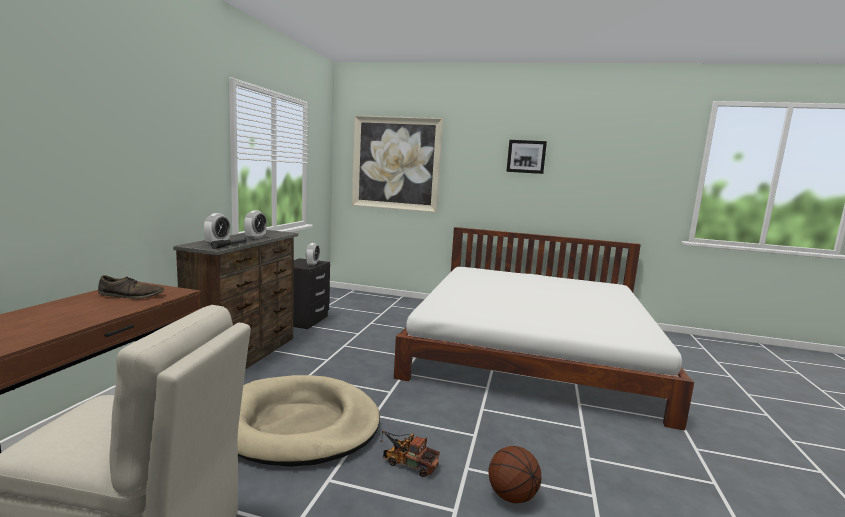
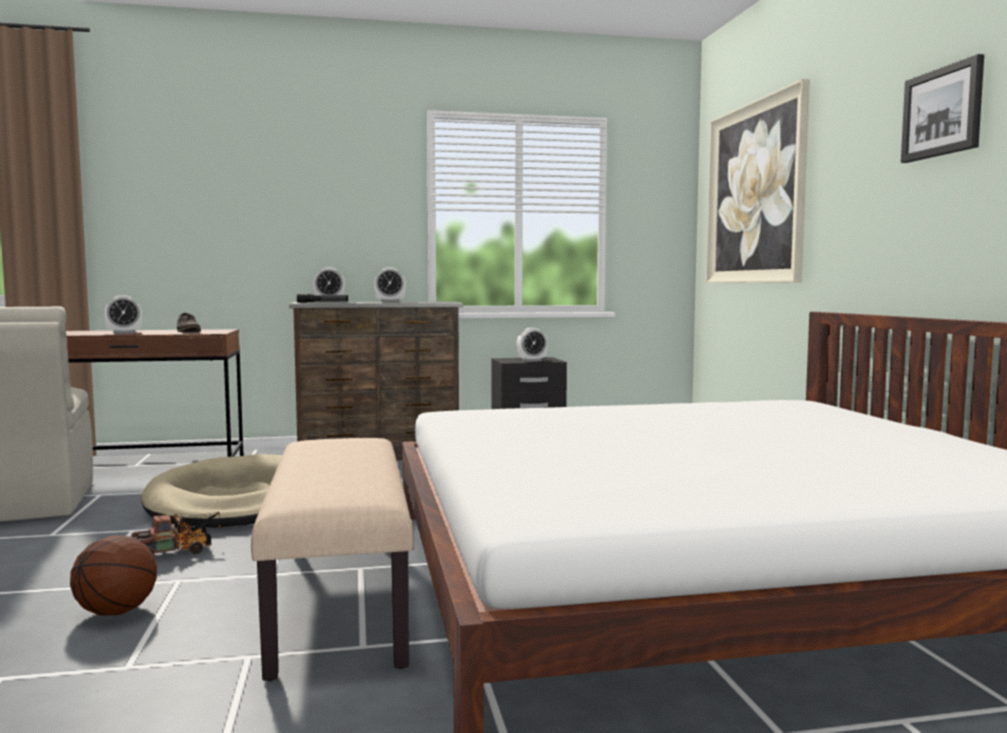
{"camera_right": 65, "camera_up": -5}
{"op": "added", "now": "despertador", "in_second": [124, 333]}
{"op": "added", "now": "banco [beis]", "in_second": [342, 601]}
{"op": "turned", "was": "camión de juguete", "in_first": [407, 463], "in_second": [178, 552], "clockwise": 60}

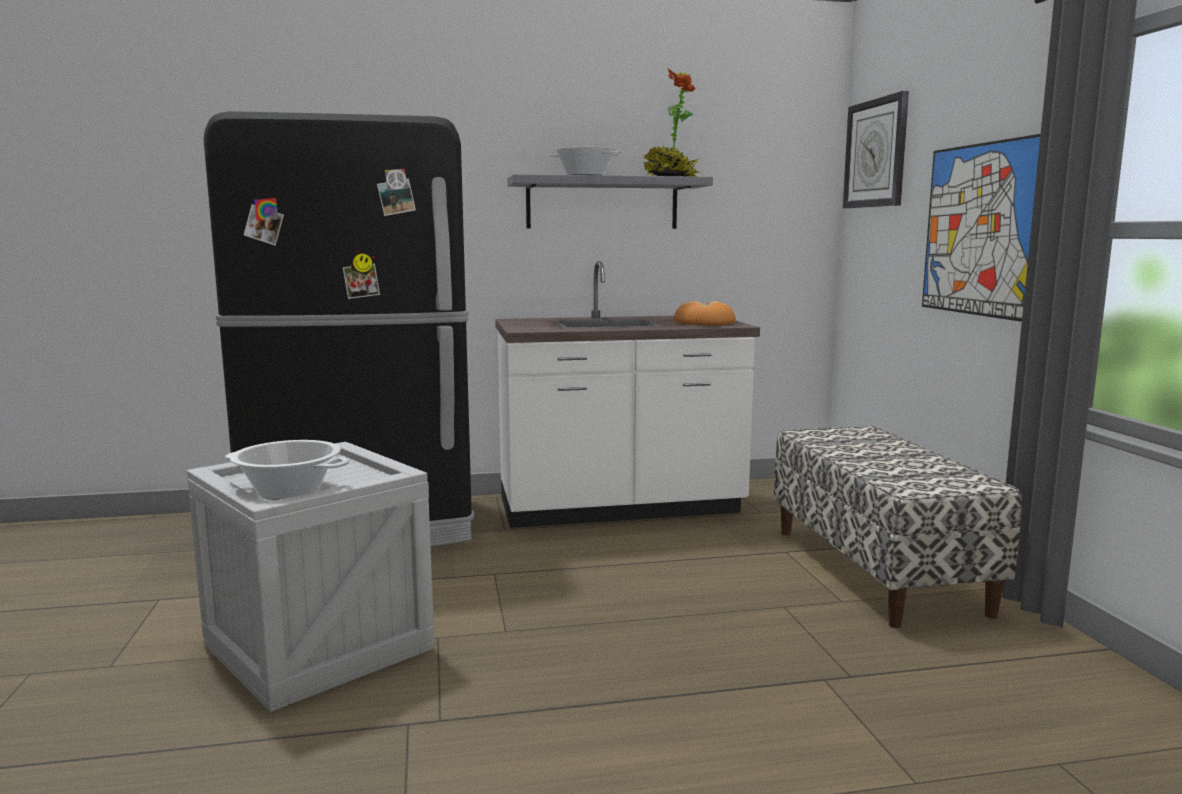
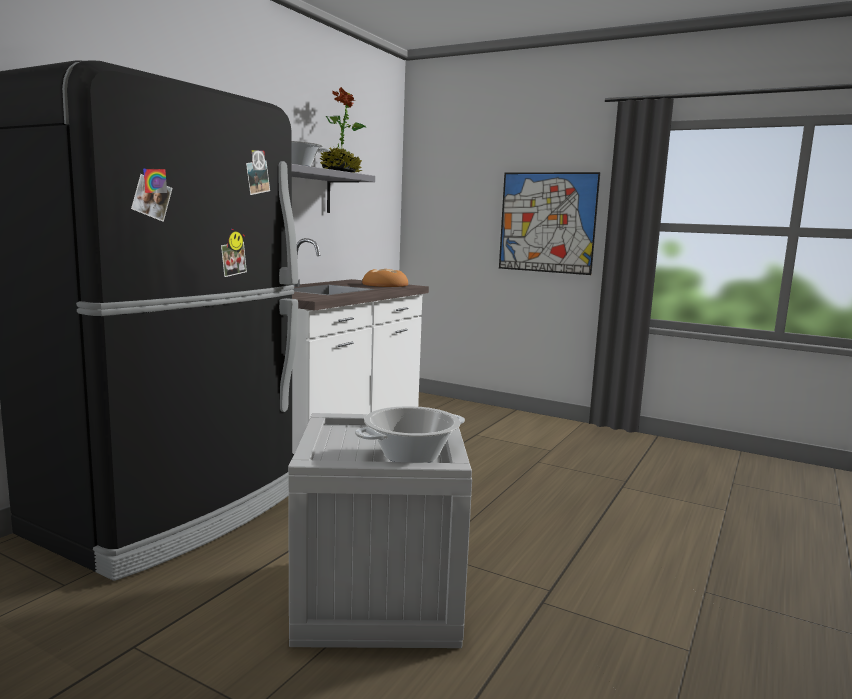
{"camera_right": -50, "camera_up": 0}
{"op": "removed", "was": "banco", "in_first": [877, 570]}
{"op": "removed", "was": "reloj de pared", "in_first": [876, 153]}

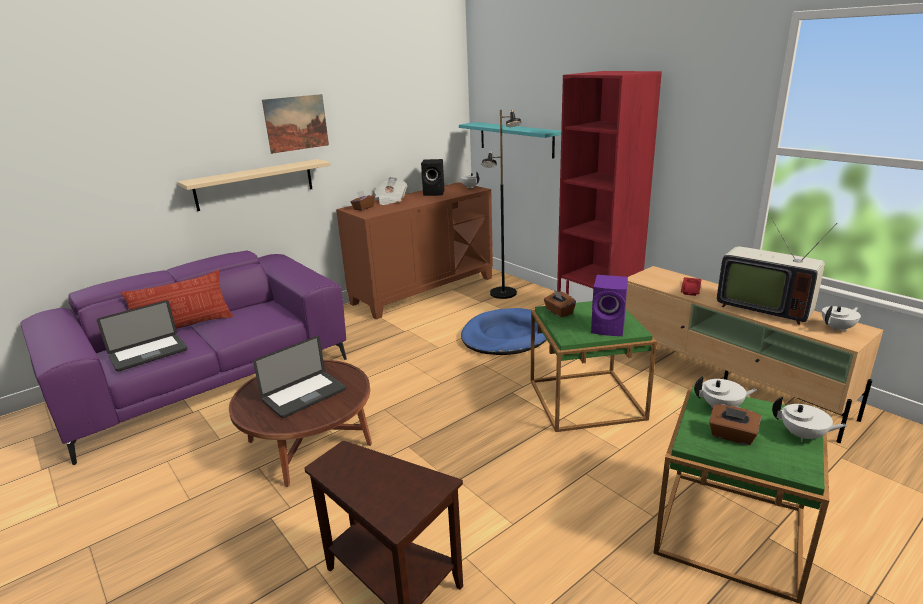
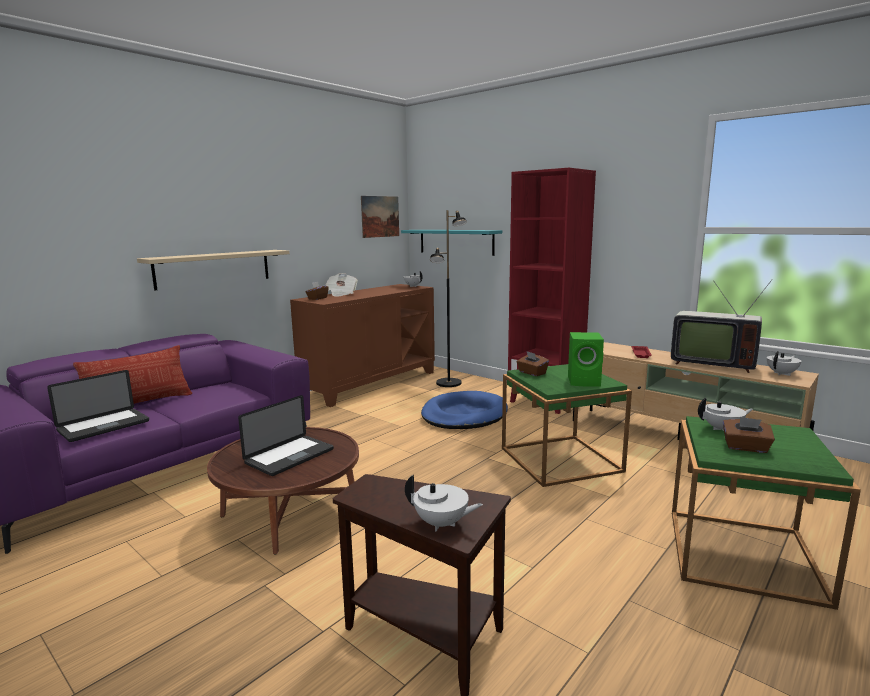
{"camera_right": -10, "camera_up": -10}
{"op": "removed", "was": "altavoz [negro]", "in_first": [434, 193]}
{"op": "moved", "was": "cuadro", "in_first": [296, 123], "in_second": [380, 216]}
{"op": "moved", "was": "tetera [blanco]", "in_first": [803, 436], "in_second": [441, 524]}
{"op": "recoloured", "was": "altavoz [morado]", "now": "altavoz [verde]", "in_first": [609, 328], "in_second": [585, 381]}

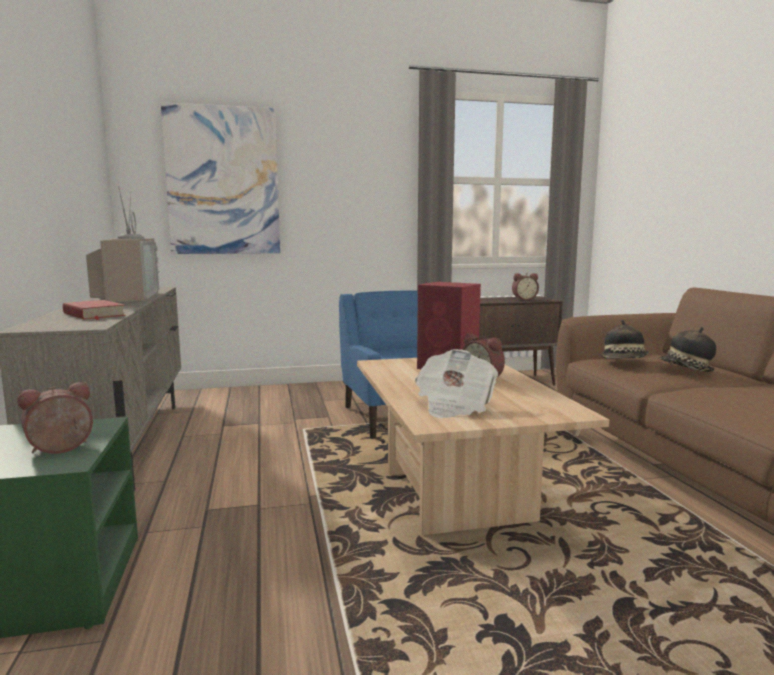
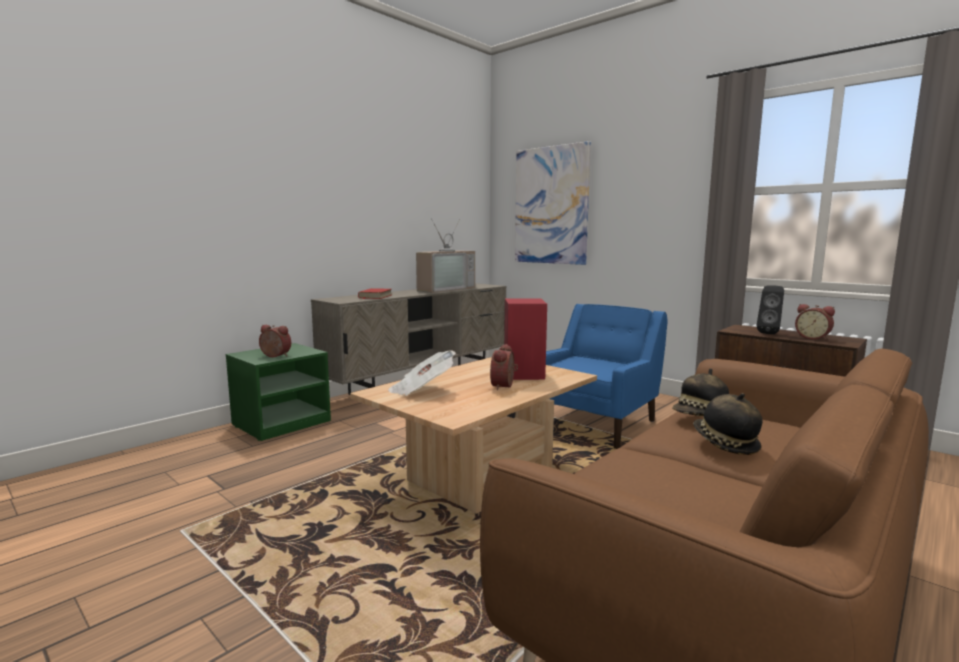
{"camera_right": 55, "camera_up": 0}
{"op": "added", "now": "altavoz [negro]", "in_second": [768, 333]}

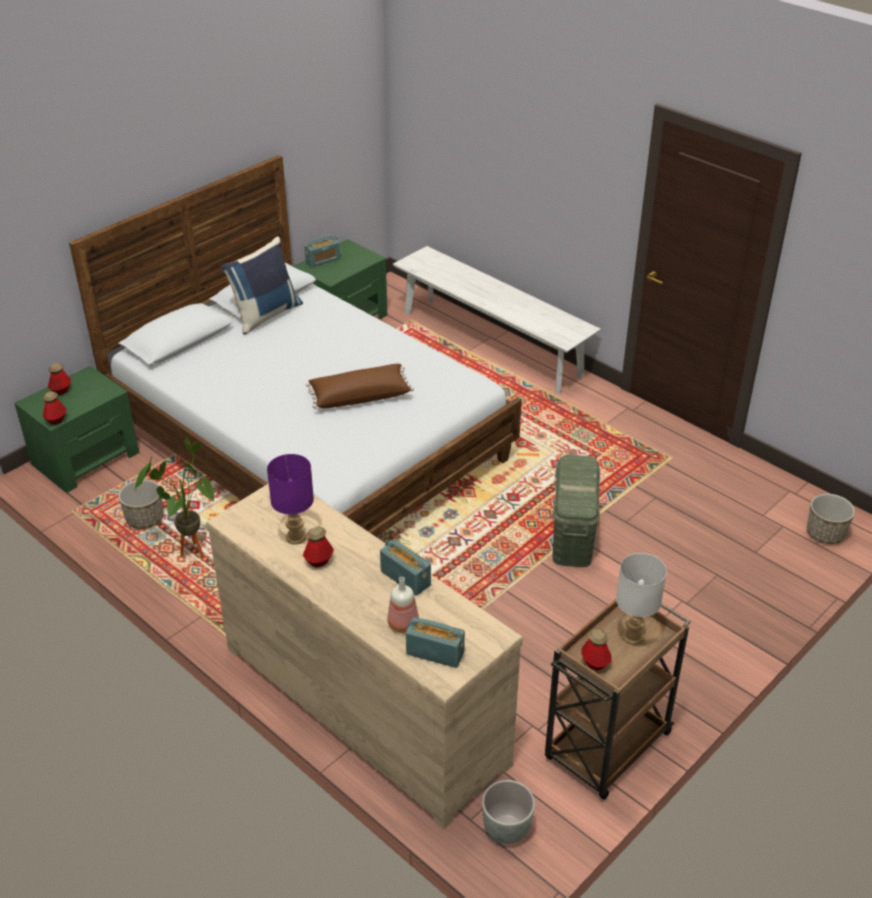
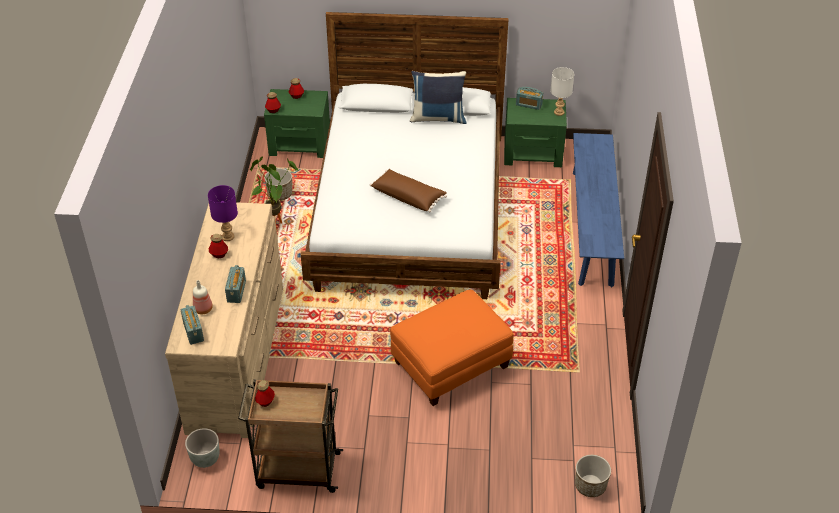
{"camera_right": 50, "camera_up": 5}
{"op": "moved", "was": "lámpara de mesa [blanco]", "in_first": [632, 636], "in_second": [559, 112]}
{"op": "replaced", "was": "caja de almacenaje [verde]", "now": "puf [naranja]", "in_first": [573, 536], "in_second": [451, 365]}
{"op": "recoloured", "was": "banco [blanco]", "now": "banco [azul]", "in_first": [491, 343], "in_second": [592, 226]}

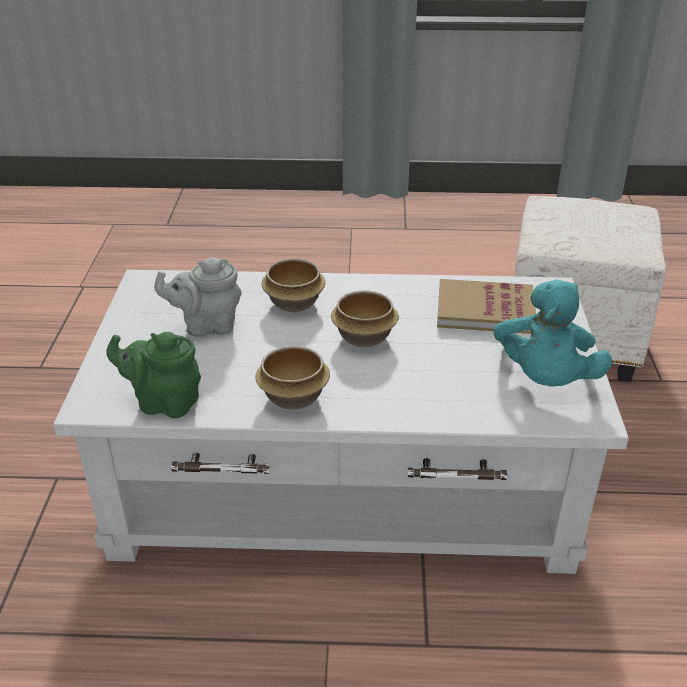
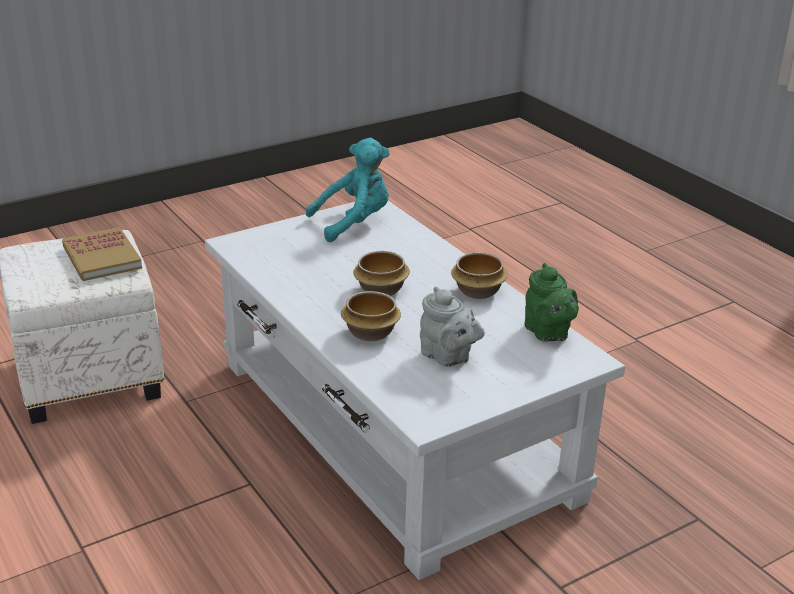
{"camera_right": -125, "camera_up": -5}
{"op": "moved", "was": "libro", "in_first": [485, 310], "in_second": [102, 257]}

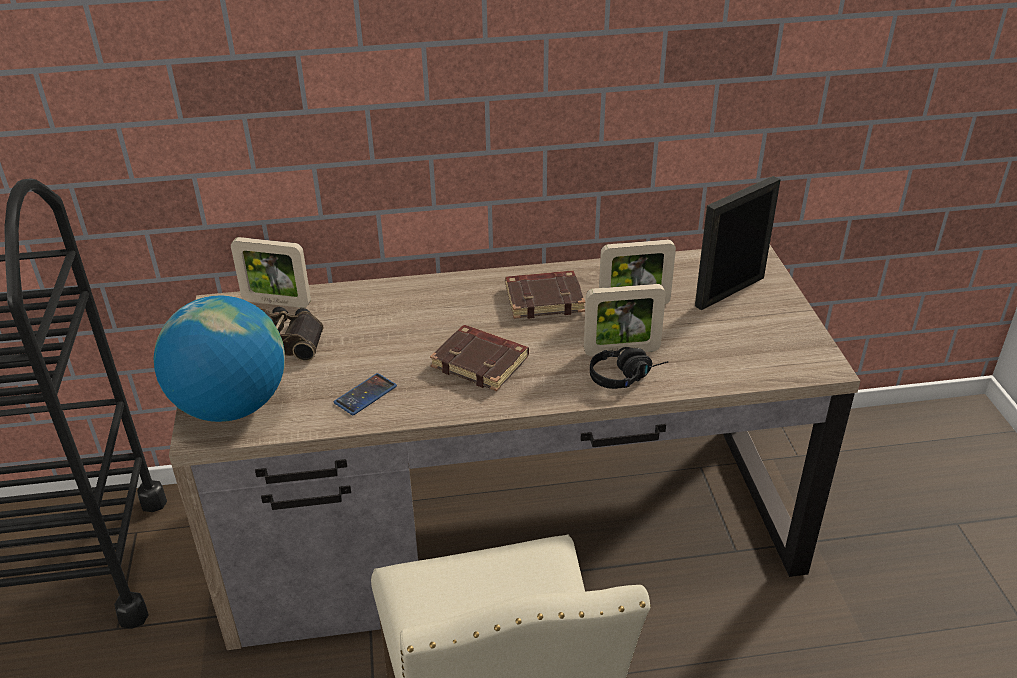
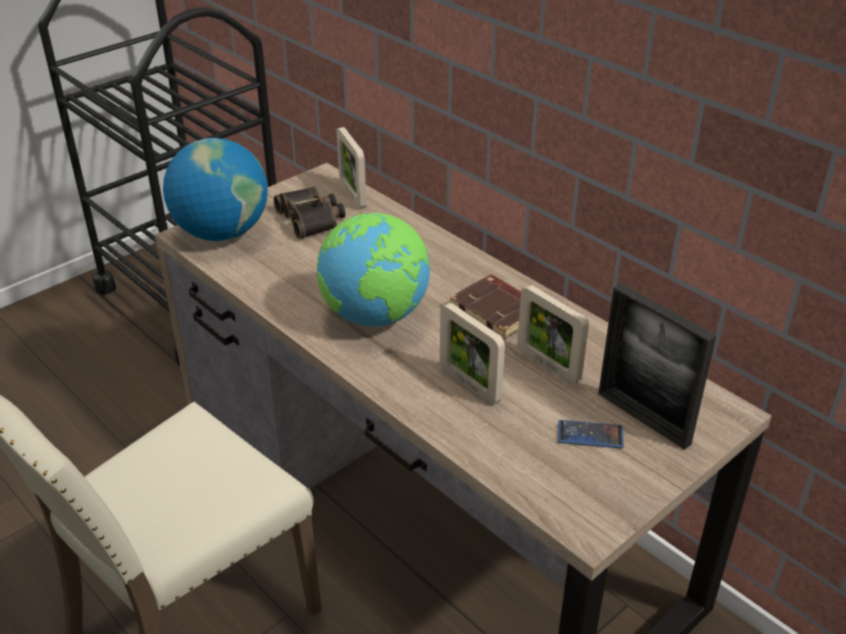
{"camera_right": 55, "camera_up": 0}
{"op": "removed", "was": "auriculares [negro]", "in_first": [627, 375]}
{"op": "moved", "was": "móvil", "in_first": [365, 395], "in_second": [590, 435]}
{"op": "replaced", "was": "libro [marrón]", "now": "globo terráqueo", "in_first": [481, 362], "in_second": [376, 316]}
{"op": "turned", "was": "portarretratos", "in_first": [729, 291], "in_second": [643, 418], "clockwise": -150}

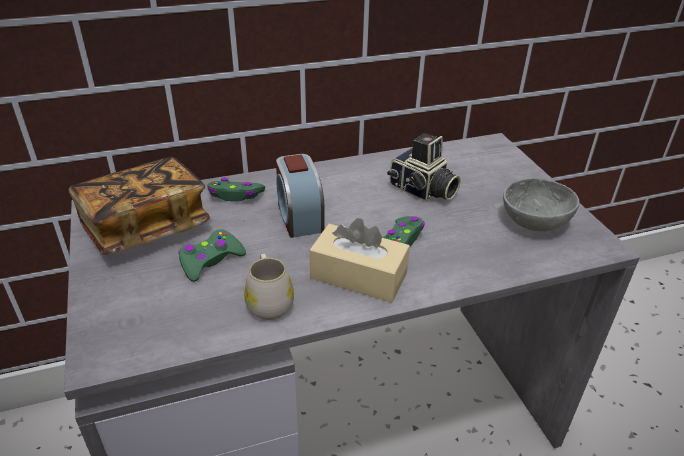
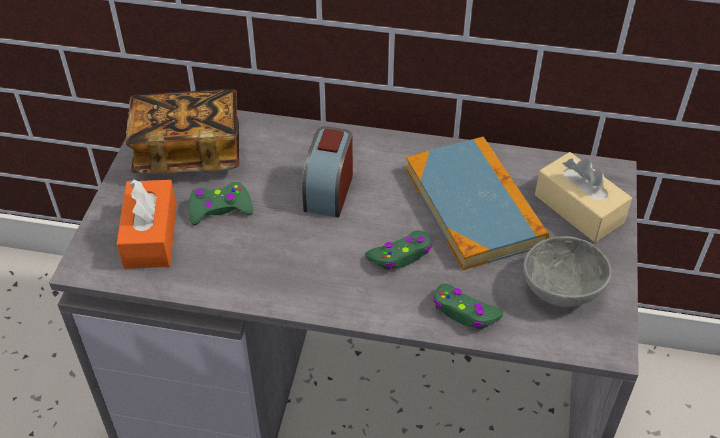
{"camera_right": 30, "camera_up": 10}
{"op": "removed", "was": "taza grande [blanco]", "in_first": [269, 302]}
{"op": "added", "now": "caja de pañuelos [naranja]", "in_second": [150, 236]}
{"op": "moved", "was": "mando de consola [verde]", "in_first": [235, 195], "in_second": [464, 312]}
{"op": "moved", "was": "caja de pañuelos [beis]", "in_first": [358, 276], "in_second": [579, 208]}
{"op": "replaced", "was": "cámara", "now": "libro", "in_first": [422, 190], "in_second": [474, 206]}

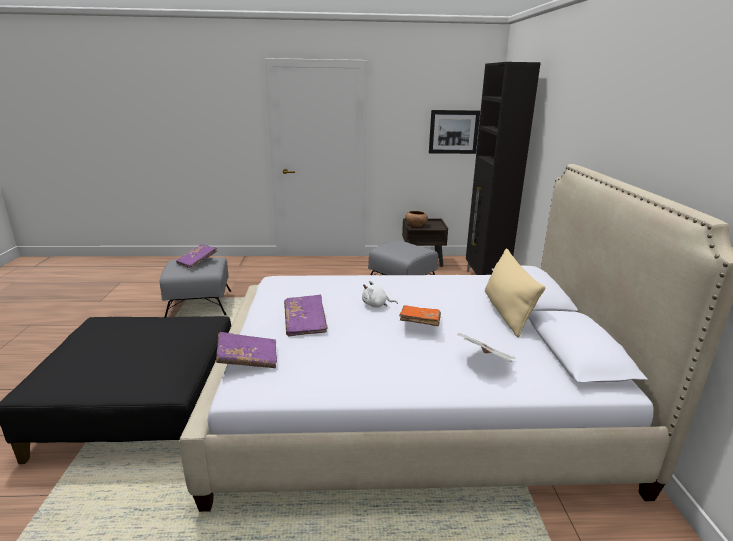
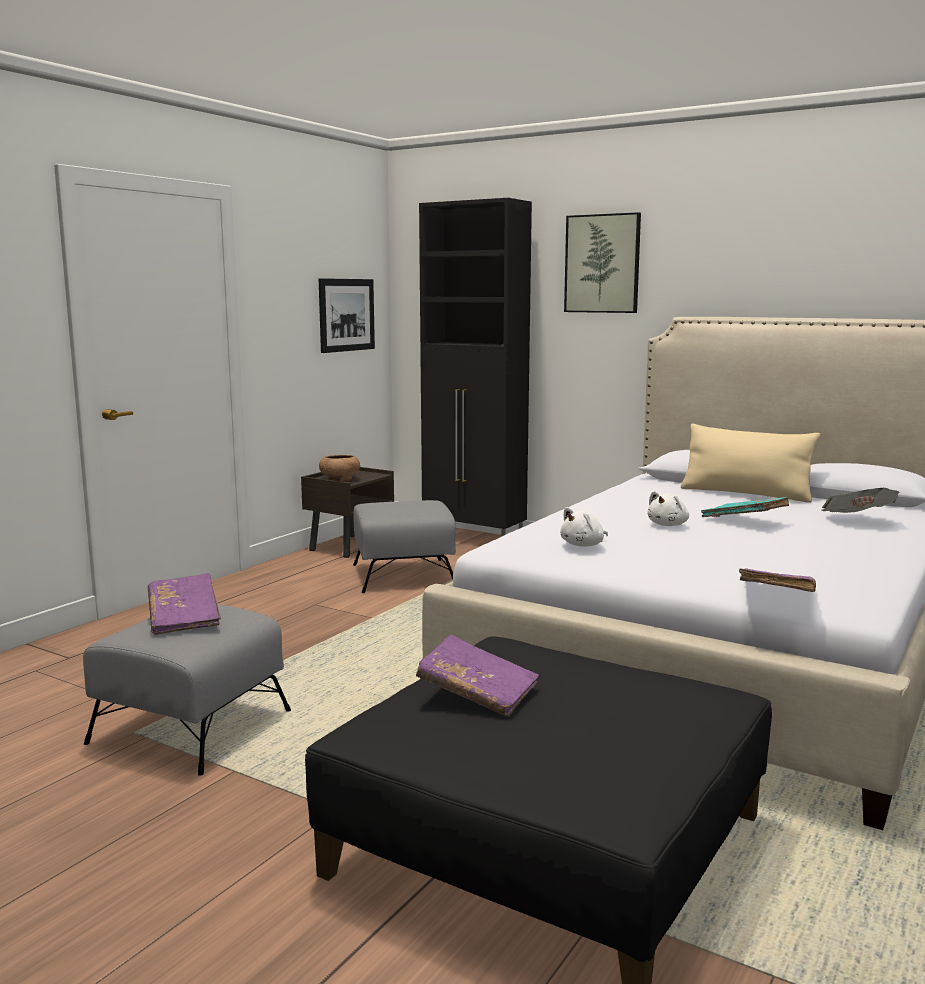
{"camera_right": -55, "camera_up": -10}
{"op": "added", "now": "peluche [blanco]", "in_second": [584, 545]}
{"op": "added", "now": "cuadro", "in_second": [602, 264]}
{"op": "moved", "was": "libro [morado]", "in_first": [305, 323], "in_second": [477, 693]}
{"op": "recoloured", "was": "libro [naranja]", "now": "libro [turquesa]", "in_first": [419, 323], "in_second": [744, 521]}

